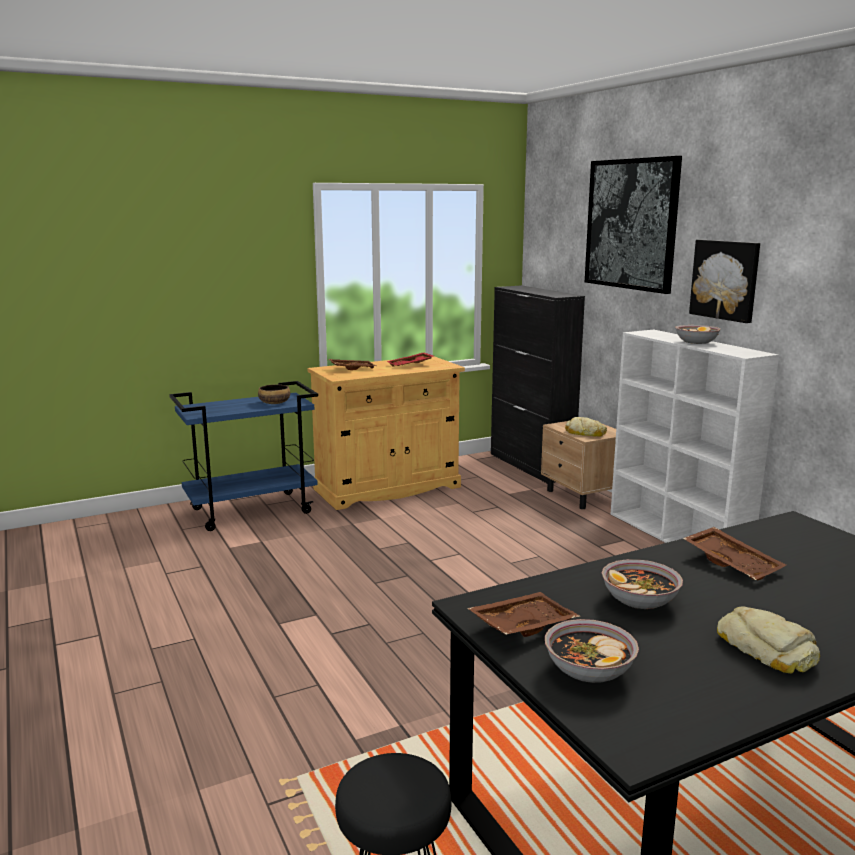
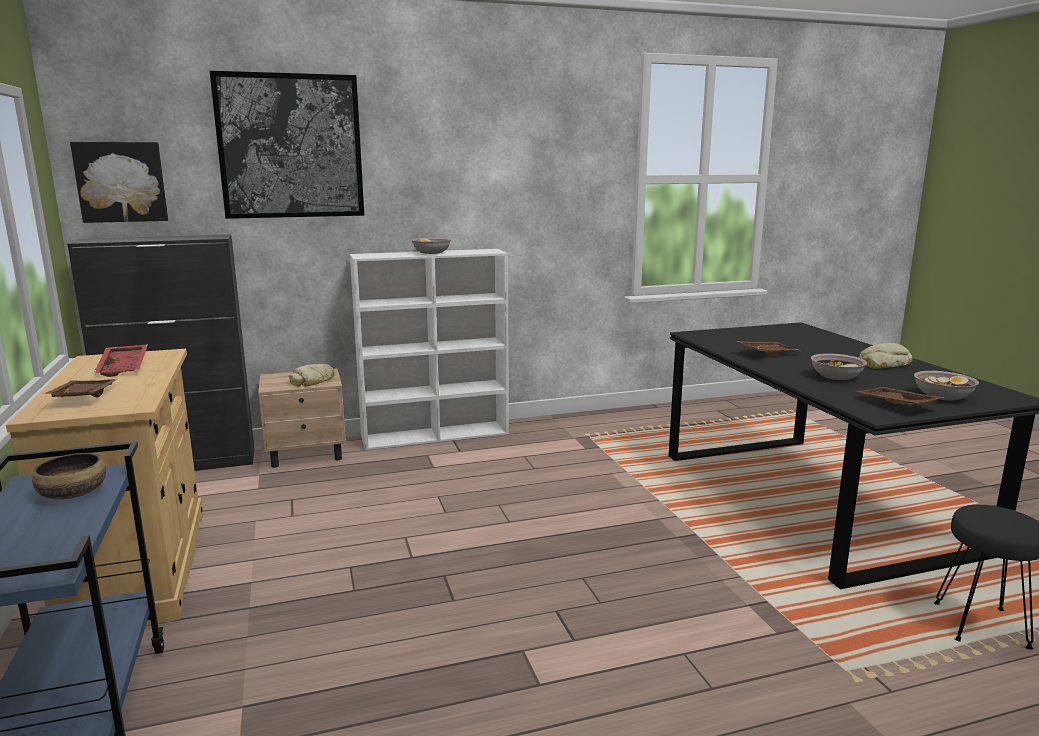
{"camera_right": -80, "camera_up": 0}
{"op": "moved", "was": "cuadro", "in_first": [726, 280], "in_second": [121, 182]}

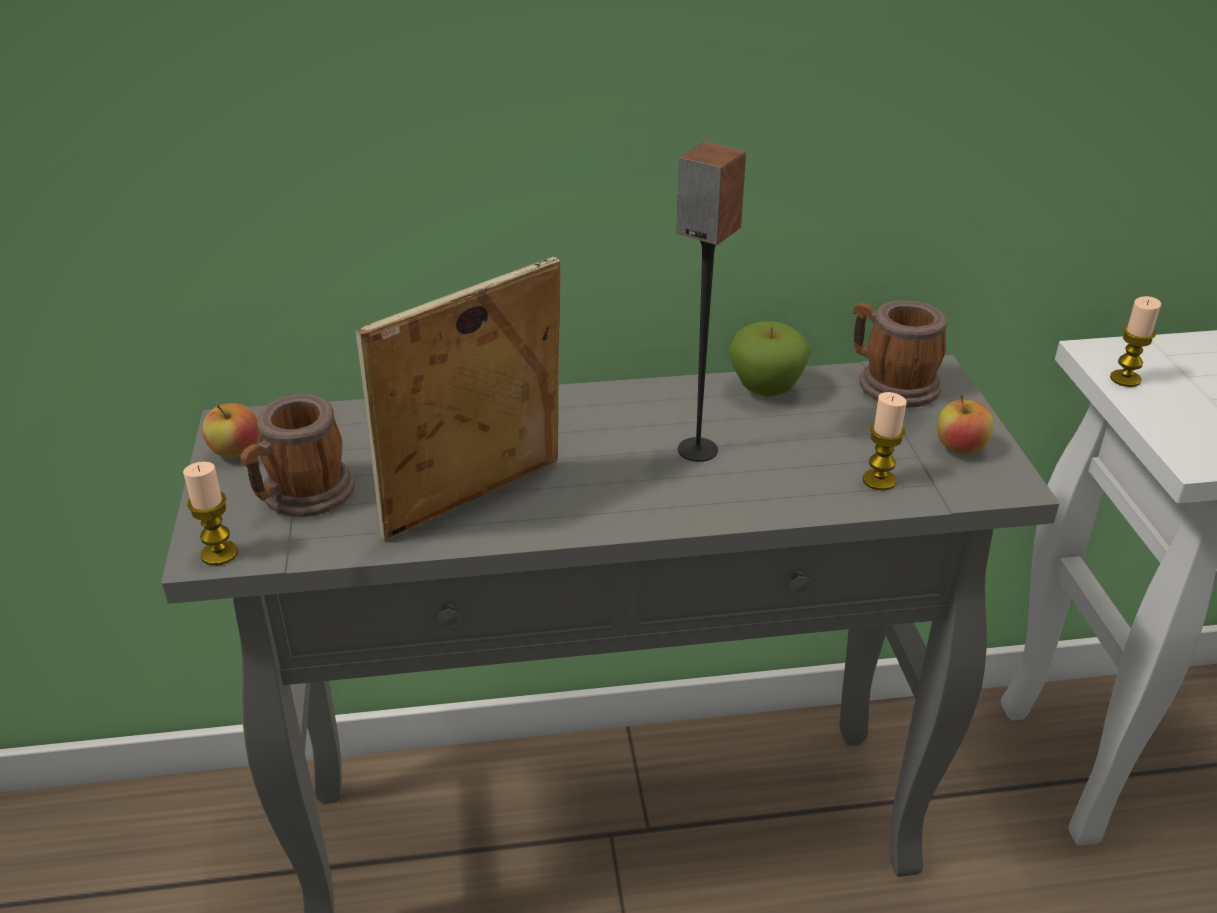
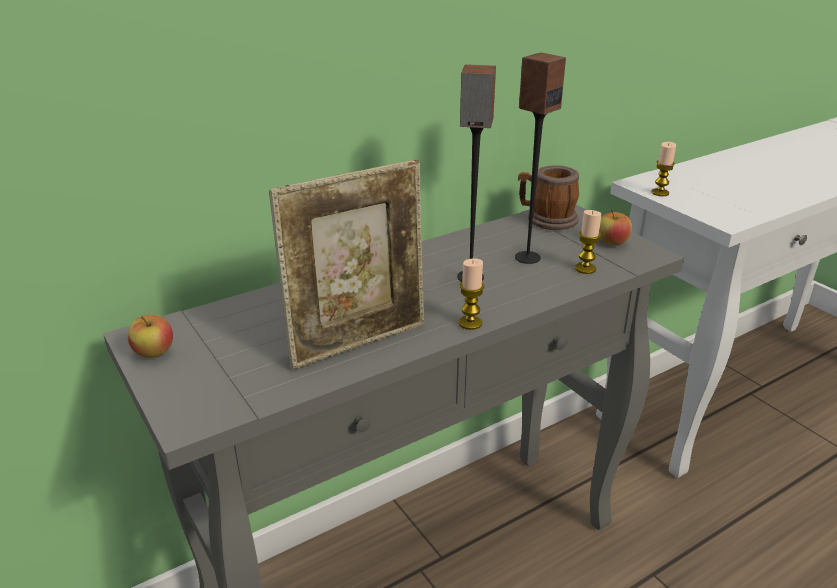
{"camera_right": -25, "camera_up": -5}
{"op": "removed", "was": "taza grande", "in_first": [301, 496]}
{"op": "removed", "was": "manzana", "in_first": [766, 390]}
{"op": "added", "now": "altavoz", "in_second": [527, 257]}
{"op": "moved", "was": "vela", "in_first": [219, 554], "in_second": [470, 323]}
{"op": "turned", "was": "portarretratos", "in_first": [475, 505], "in_second": [358, 341], "clockwise": -150}

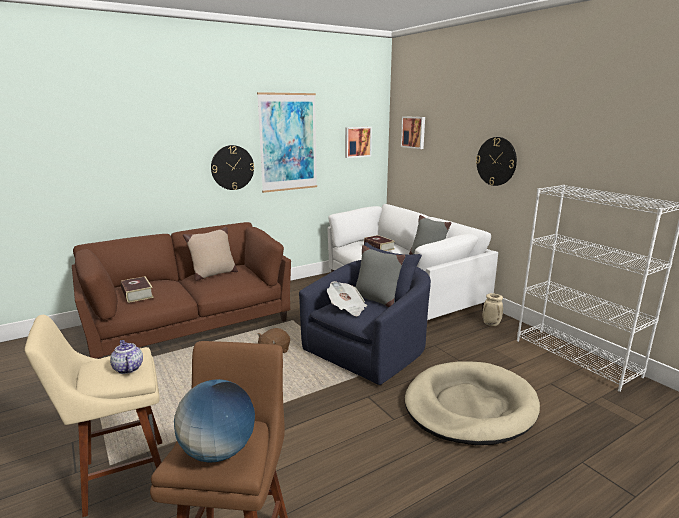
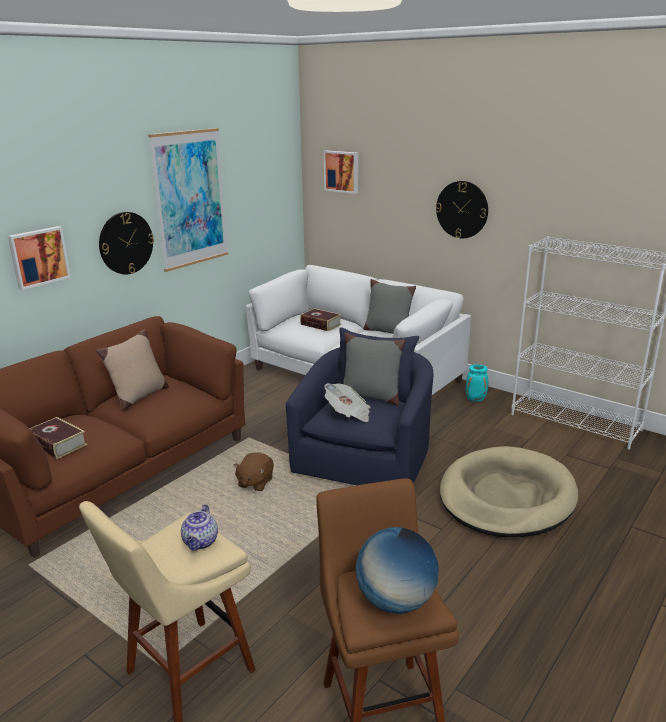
{"camera_right": -20, "camera_up": 5}
{"op": "moved", "was": "cuadro", "in_first": [357, 142], "in_second": [38, 257]}
{"op": "recoloured", "was": "florero [beis]", "now": "florero [turquesa]", "in_first": [491, 324], "in_second": [476, 399]}
{"op": "turned", "was": "tetera", "in_first": [127, 368], "in_second": [200, 542], "clockwise": -120}

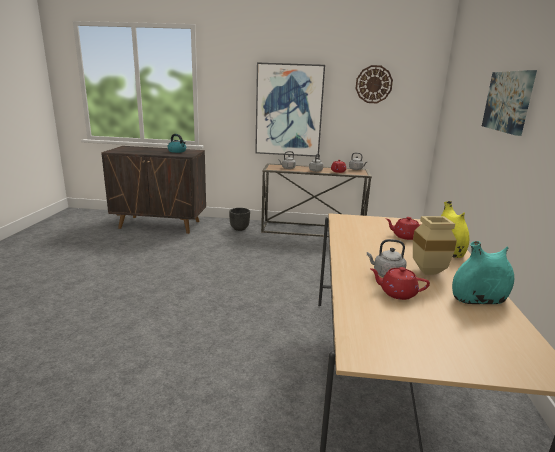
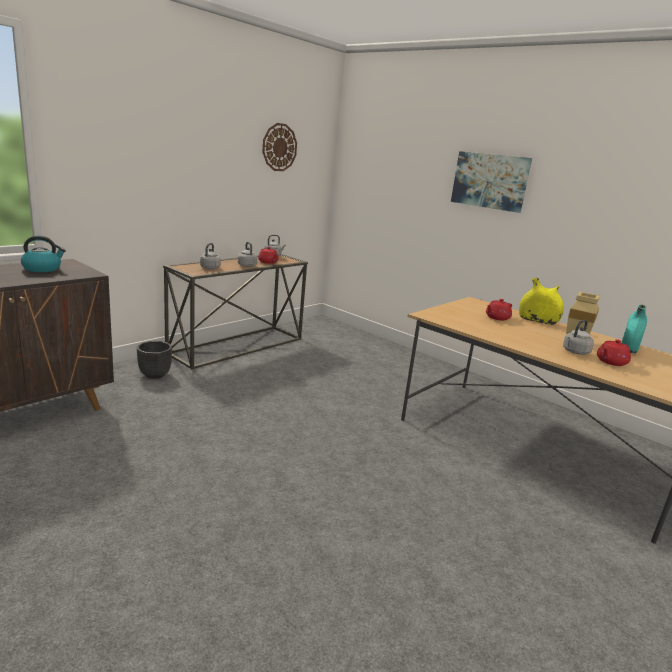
{"camera_right": -55, "camera_up": 0}
{"op": "removed", "was": "cuadro", "in_first": [289, 110]}

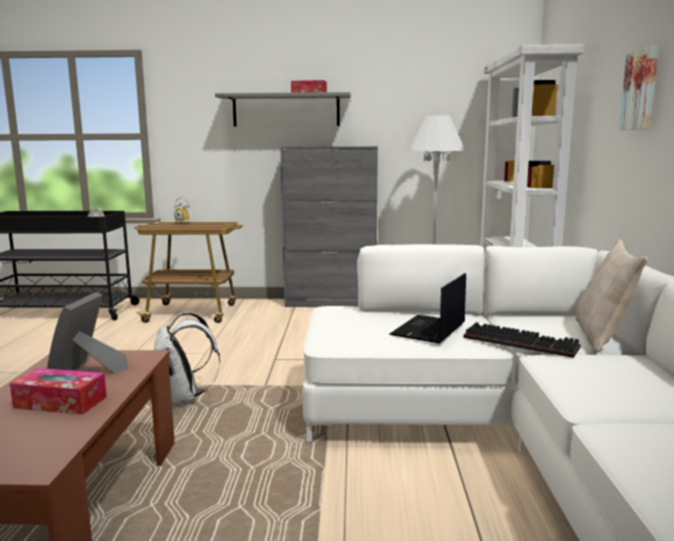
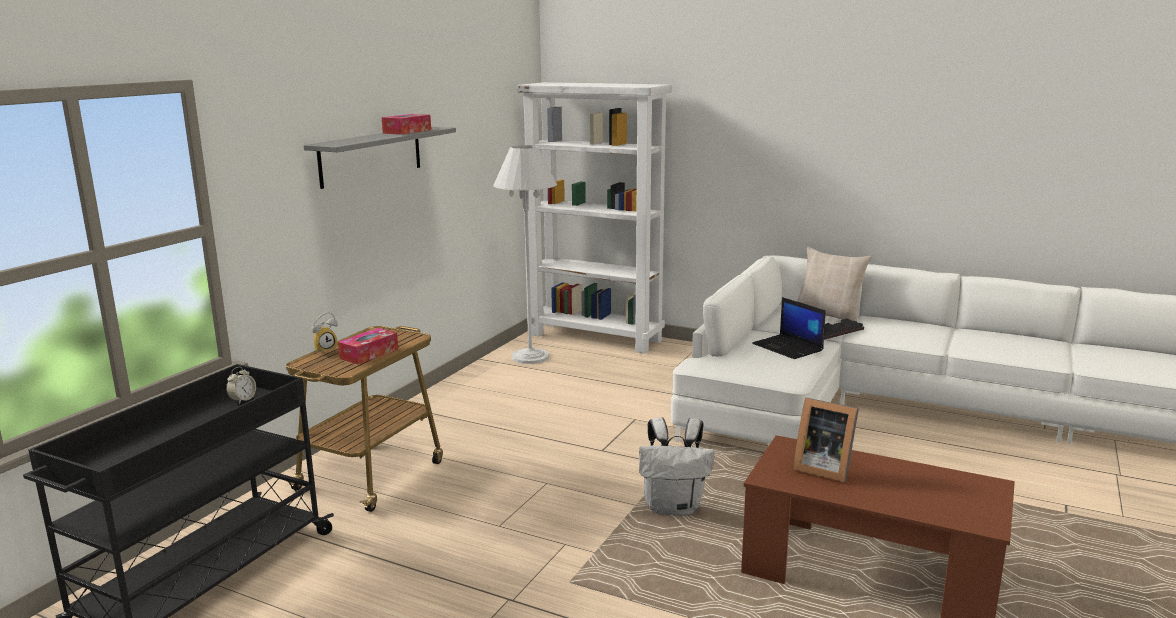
{"camera_right": -65, "camera_up": 5}
{"op": "removed", "was": "armario [gris]", "in_first": [331, 303]}
{"op": "removed", "was": "cuadro", "in_first": [641, 90]}
{"op": "moved", "was": "caja de pañuelos", "in_first": [60, 402], "in_second": [369, 354]}

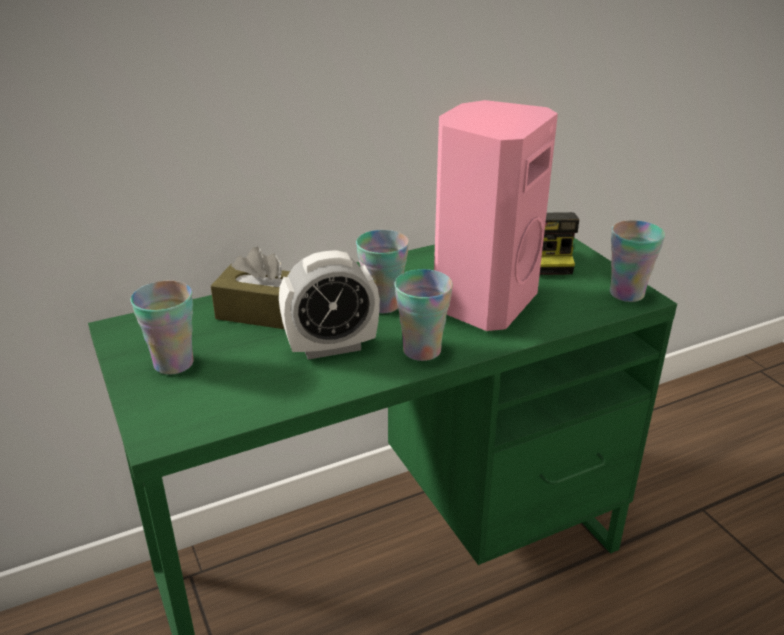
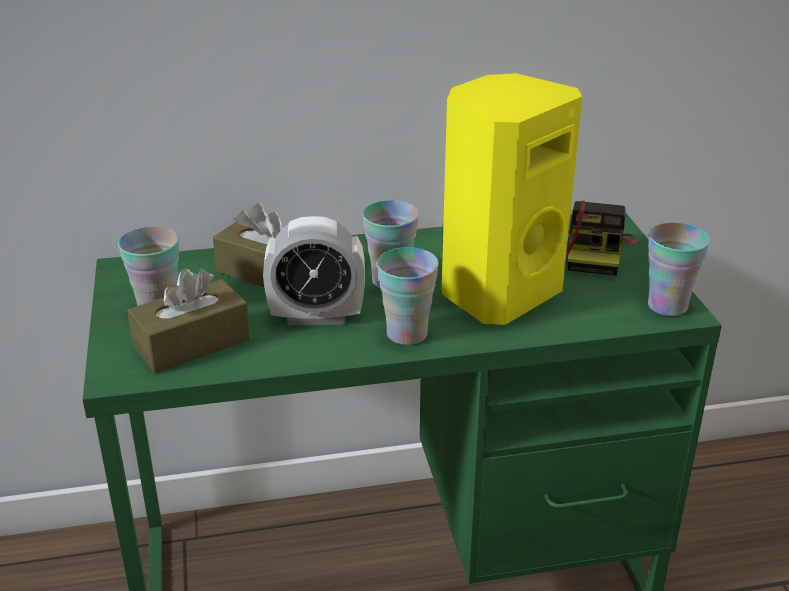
{"camera_right": 15, "camera_up": 0}
{"op": "added", "now": "caja de pañuelos [marrón]", "in_second": [192, 343]}
{"op": "recoloured", "was": "altavoz [rosa]", "now": "altavoz [amarillo]", "in_first": [481, 303], "in_second": [497, 293]}

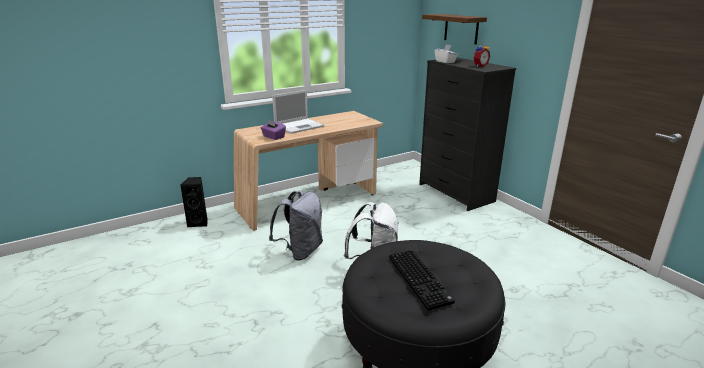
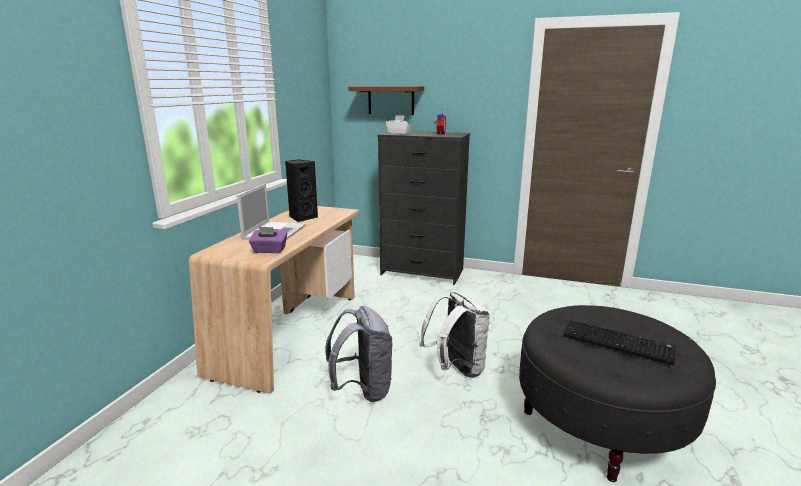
{"camera_right": -40, "camera_up": -5}
{"op": "moved", "was": "altavoz [negro]", "in_first": [199, 222], "in_second": [302, 217]}

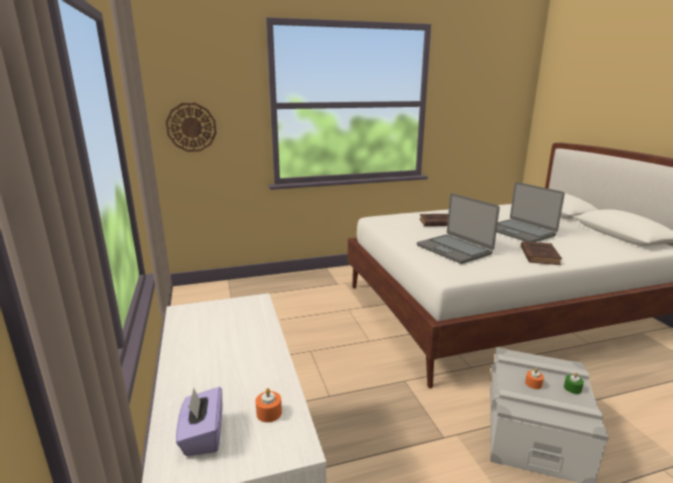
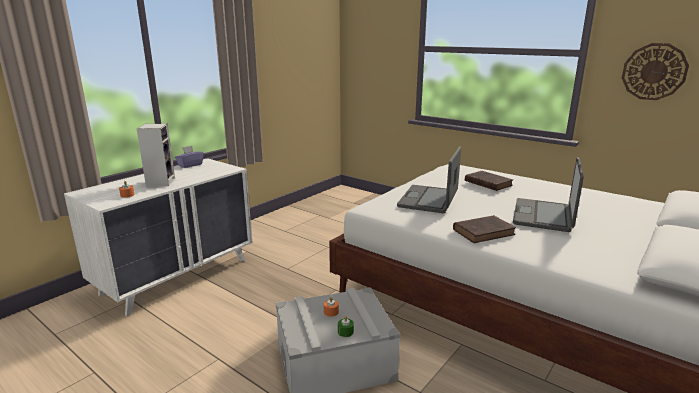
{"camera_right": 55, "camera_up": 0}
{"op": "added", "now": "altavoz", "in_second": [160, 182]}
{"op": "moved", "was": "reloj de pared", "in_first": [191, 127], "in_second": [654, 71]}
{"op": "moved", "was": "caja de pañuelos [morado]", "in_first": [203, 436], "in_second": [190, 165]}

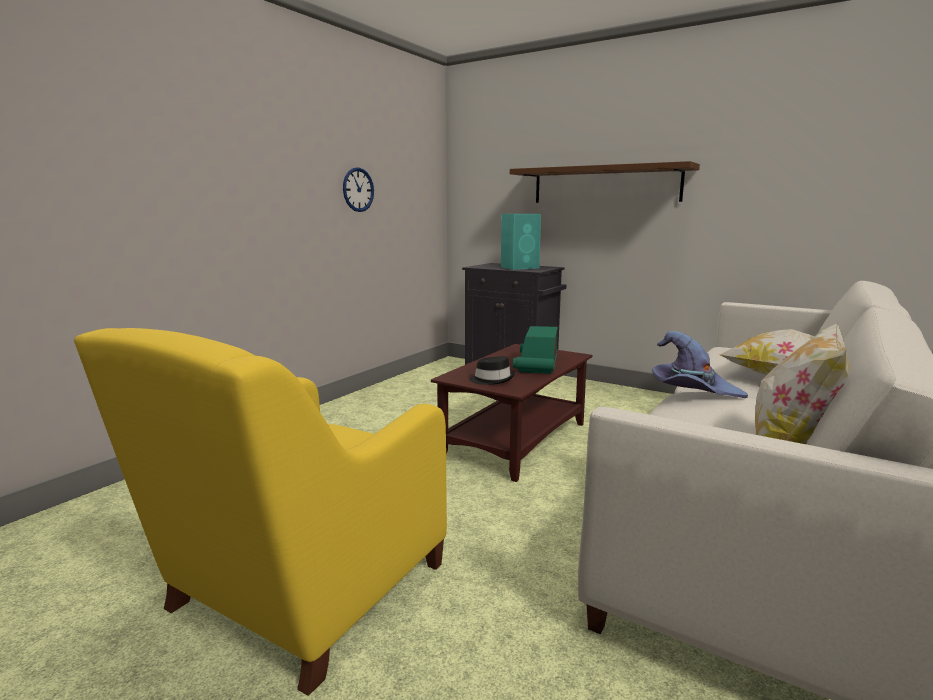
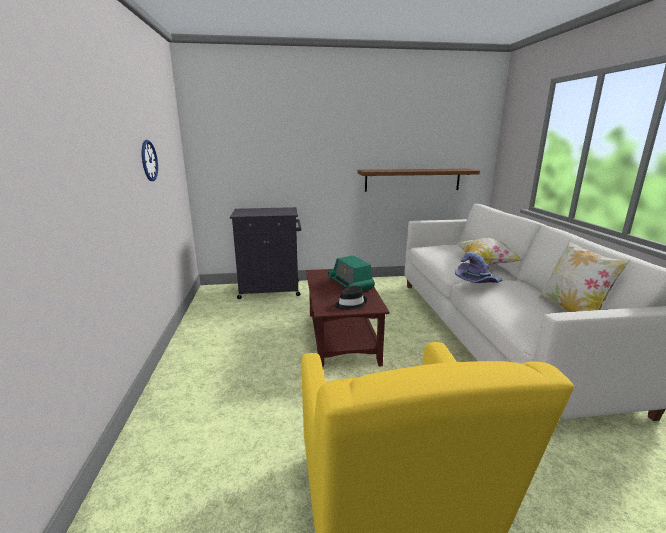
{"camera_right": -40, "camera_up": 5}
{"op": "removed", "was": "altavoz [turquesa]", "in_first": [520, 267]}
{"op": "moved", "was": "estante [marrón]", "in_first": [605, 185], "in_second": [412, 180]}

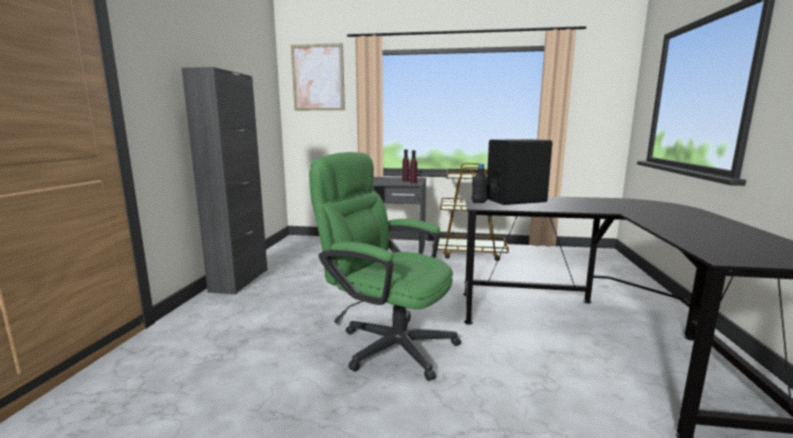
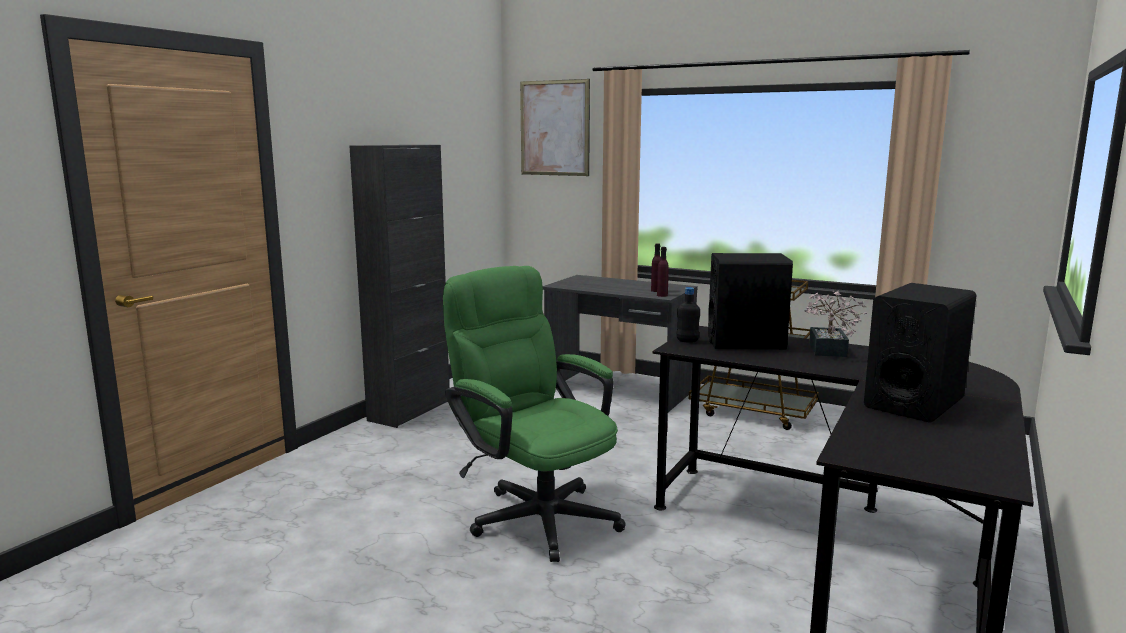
{"camera_right": 20, "camera_up": 0}
{"op": "added", "now": "planta en maceta", "in_second": [827, 351]}
{"op": "added", "now": "altavoz [negro]", "in_second": [914, 403]}

